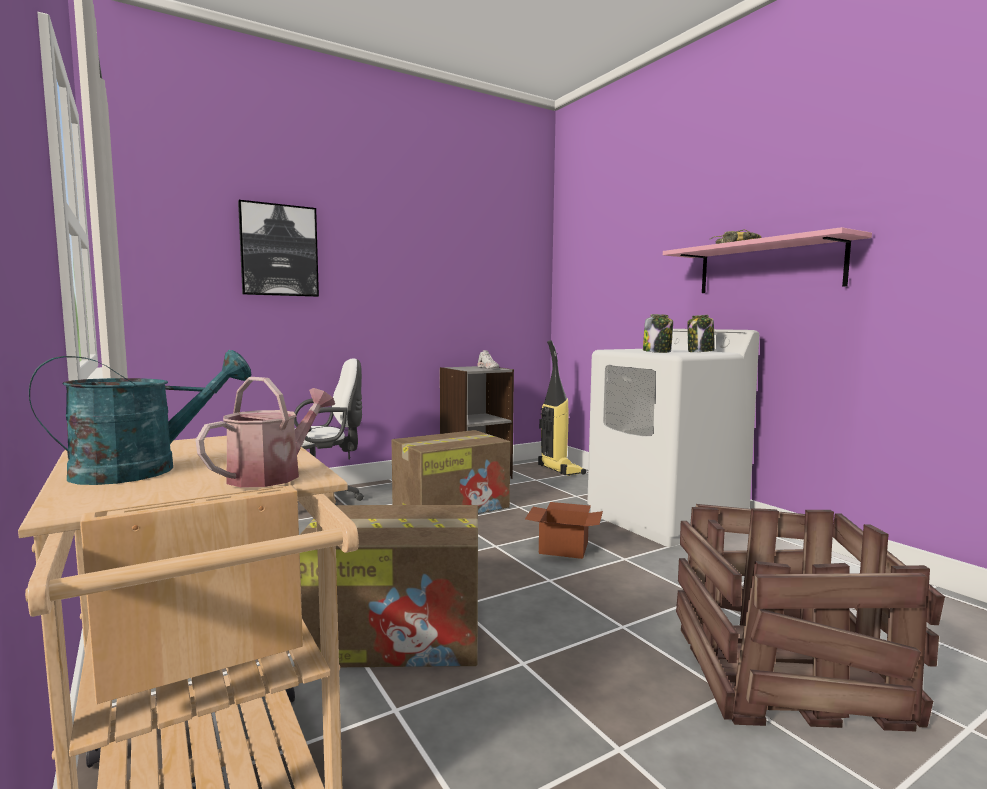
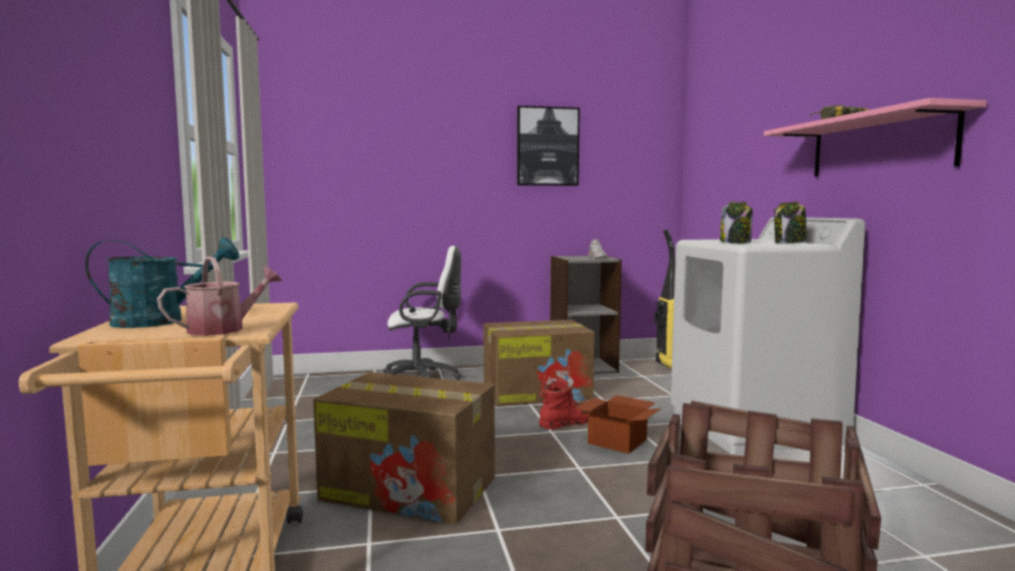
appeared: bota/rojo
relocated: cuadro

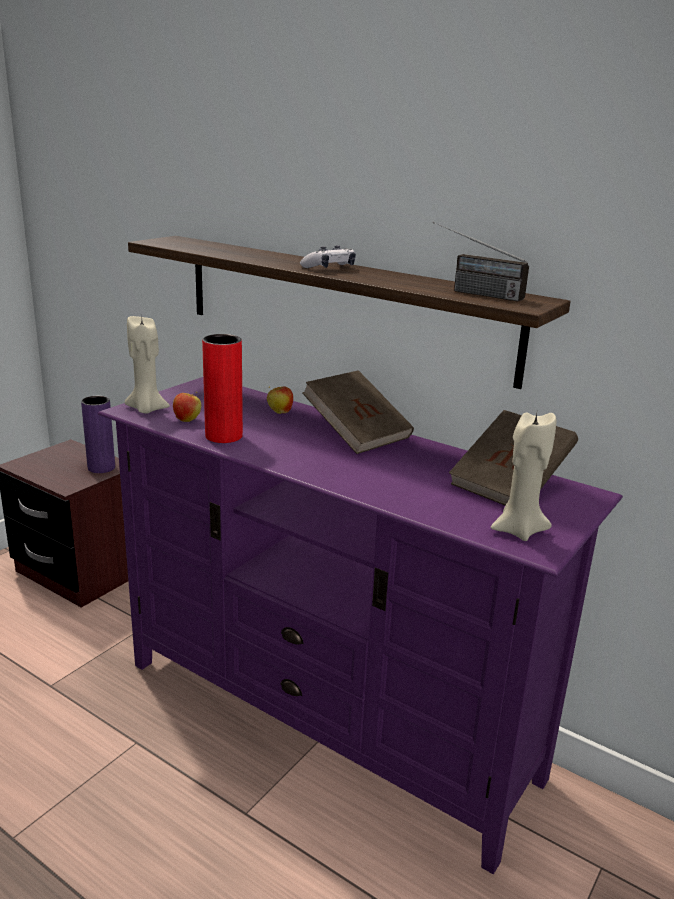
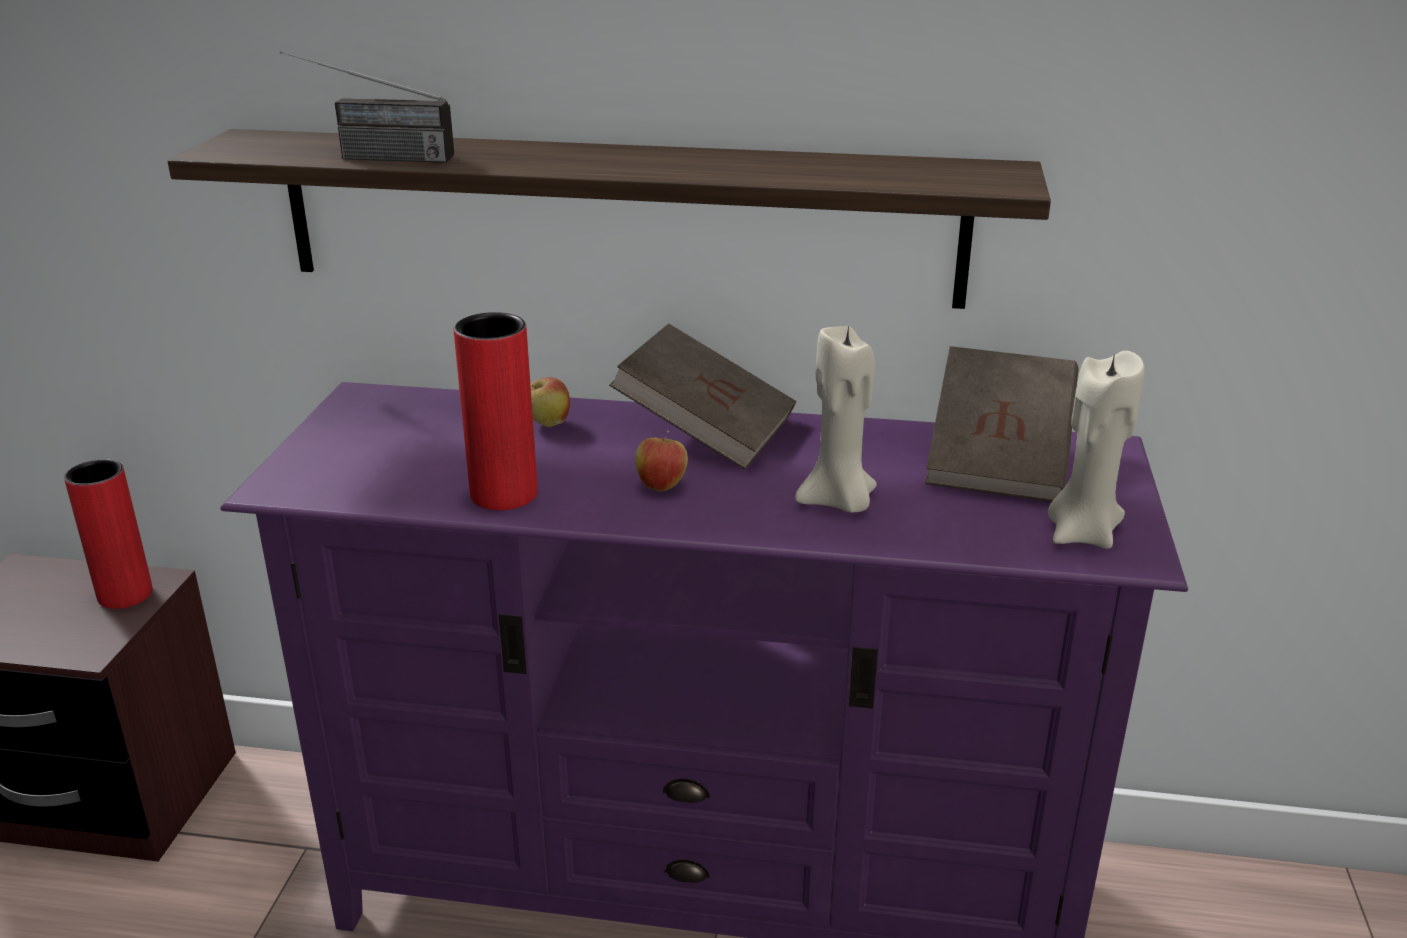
missing: mando de consola
relocated: radio; manzana (no. 1 from left in the first image) to manzana (no. 2 from left); vela/beis (no. 1 from left)
colour: florero/morado to florero/rojo (no. 1 from left)

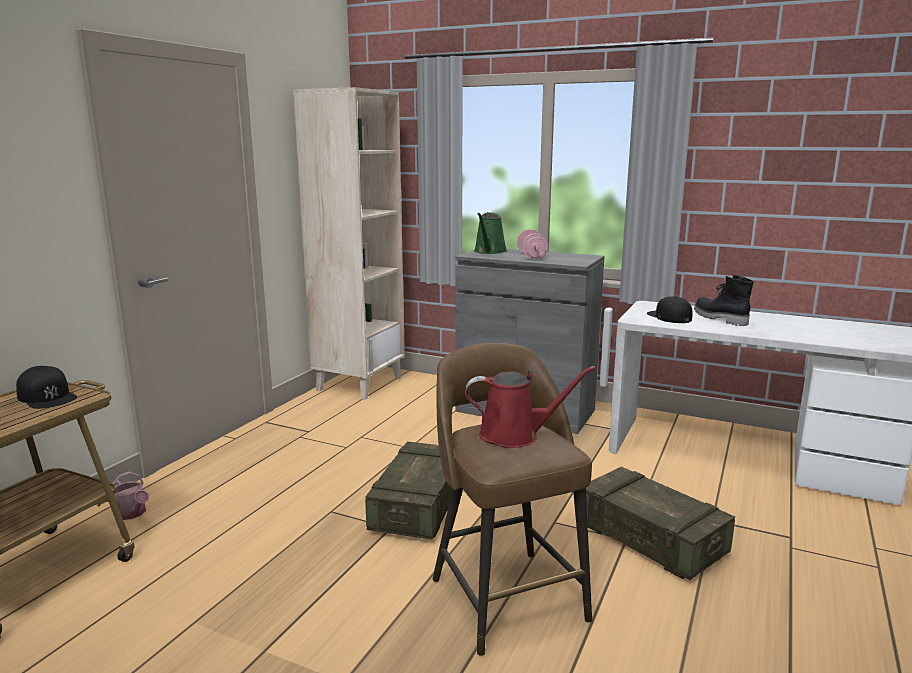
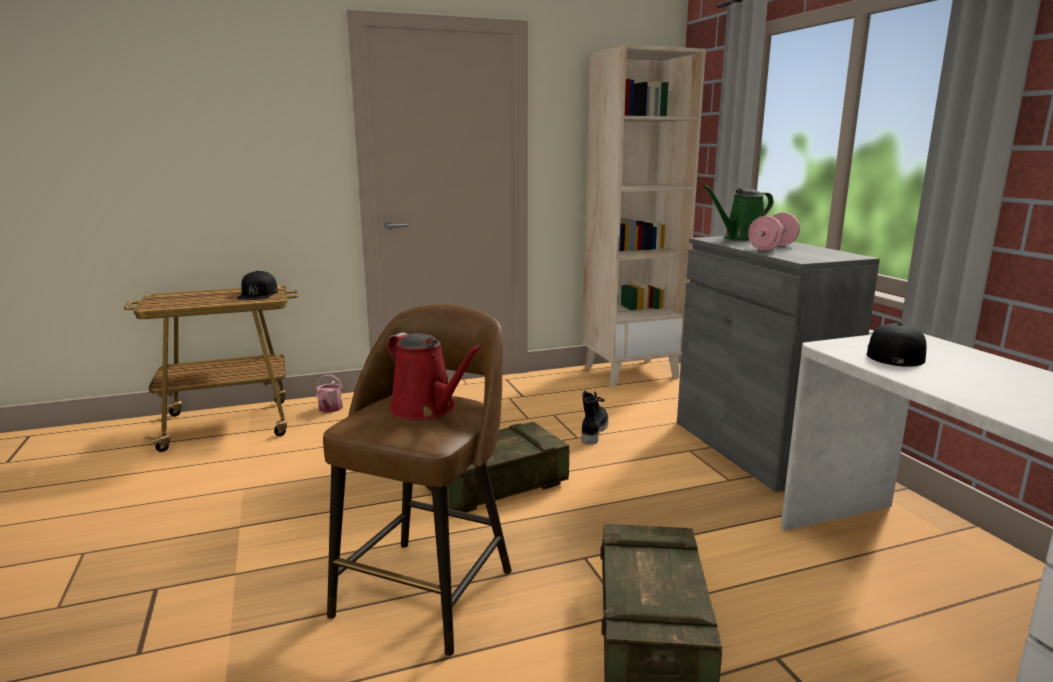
relocated: bota/negro

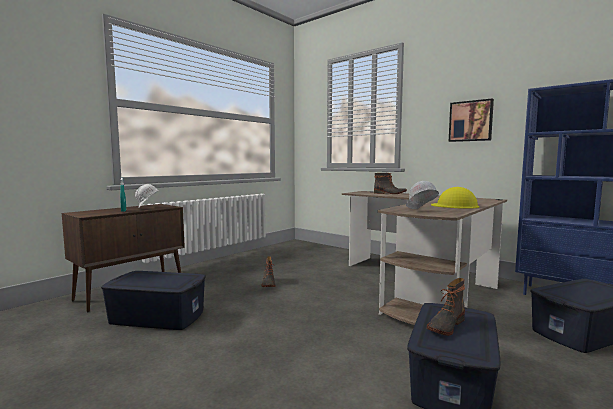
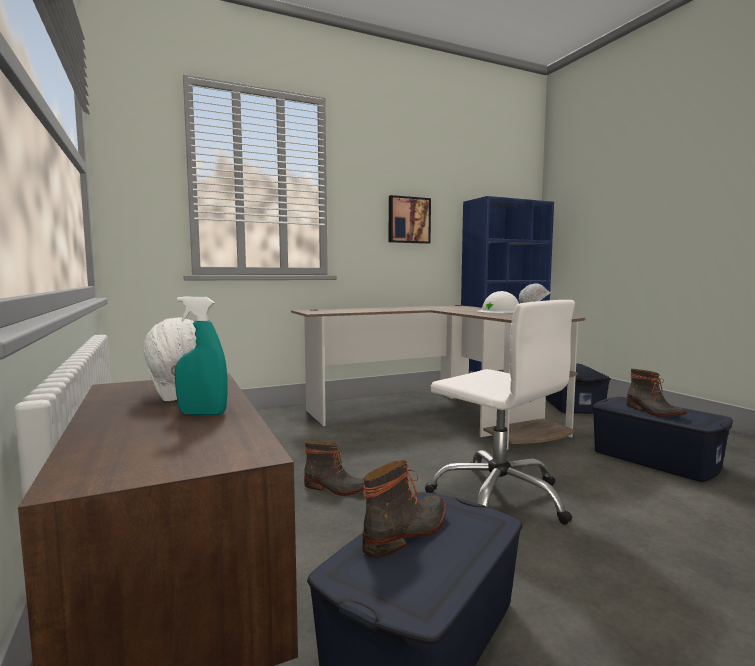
appeared: silla de oficina/blanco
relocated: bota (no. 2 from left)
colour: casco/amarillo to casco/blanco (no. 2 from left)

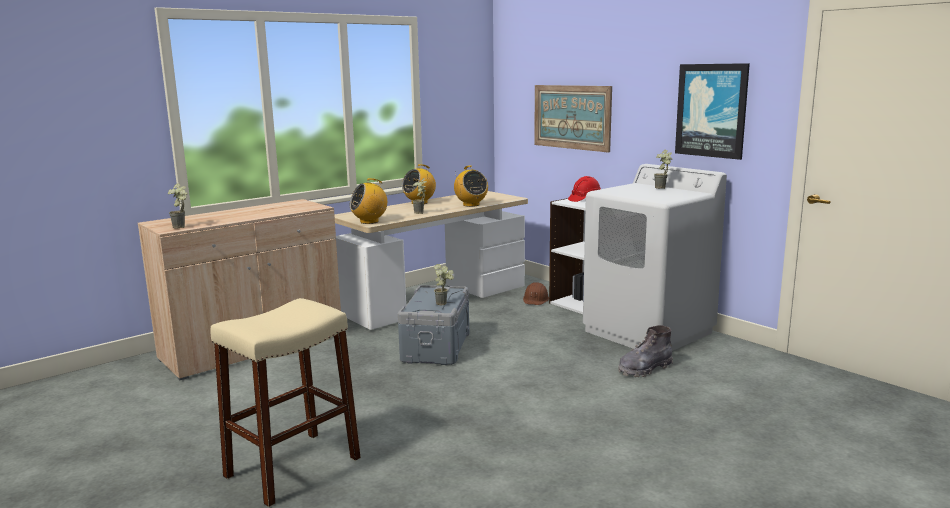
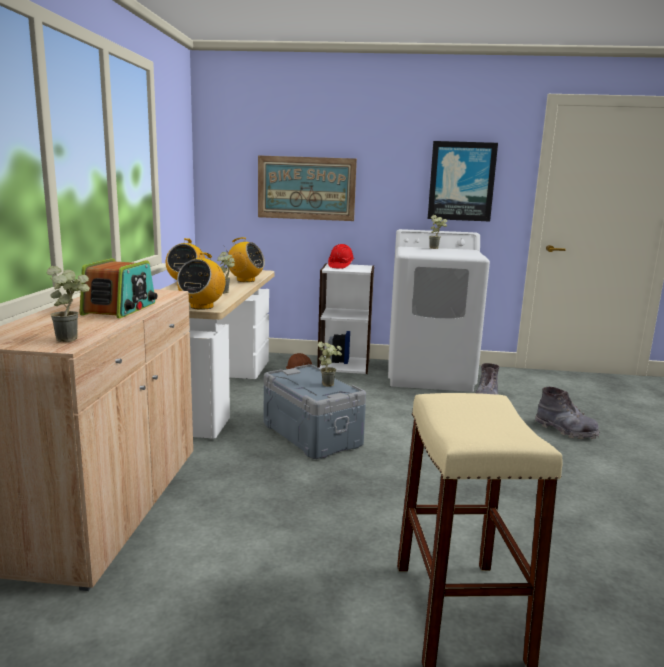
appeared: radio (no. 1 from left); bota/gris (no. 2 from left)

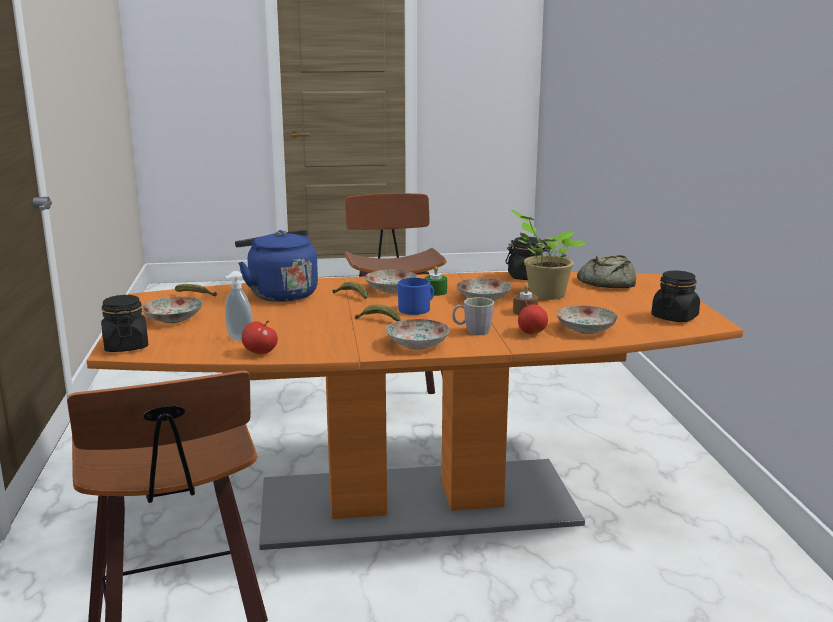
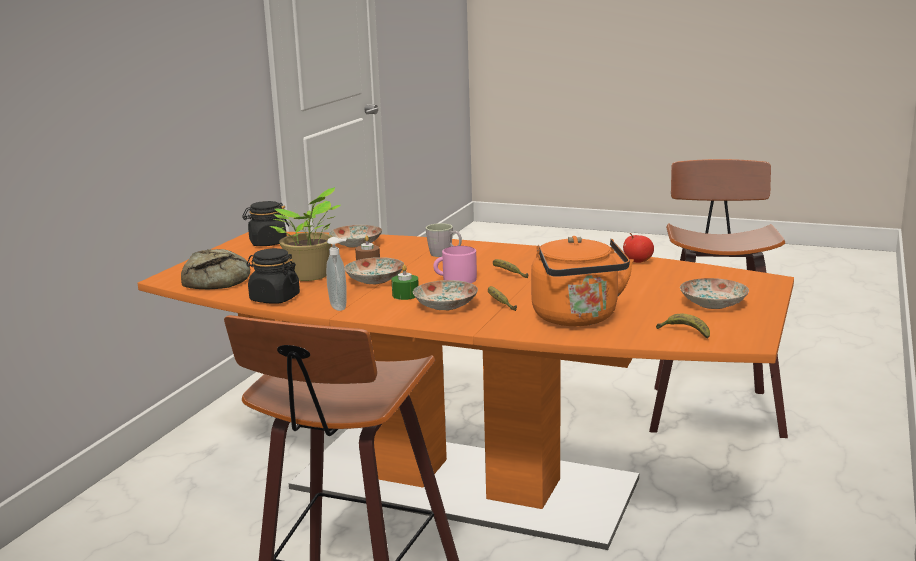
missing: tarro/negro (no. 1 from left); plato (no. 3 from left); manzana (no. 2 from left)
relocated: dispensador de jabón
colour: taza grande/azul to taza grande/rosa; hervidor/azul to hervidor/naranja

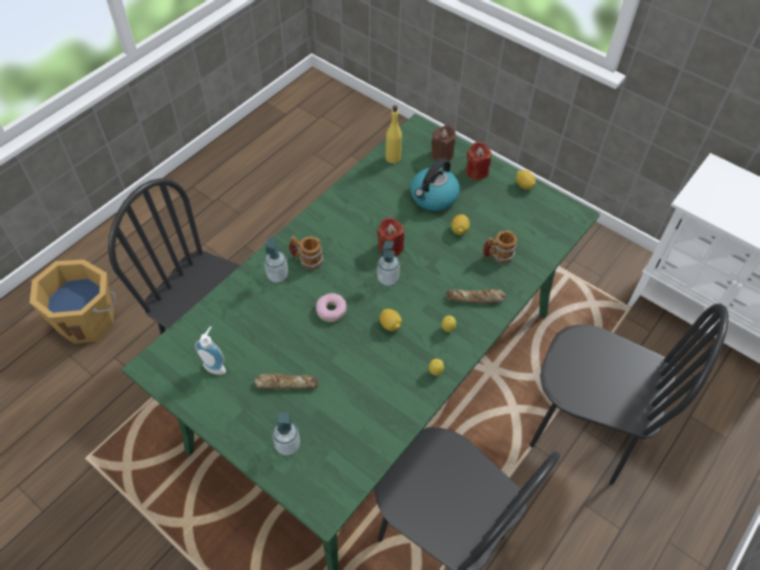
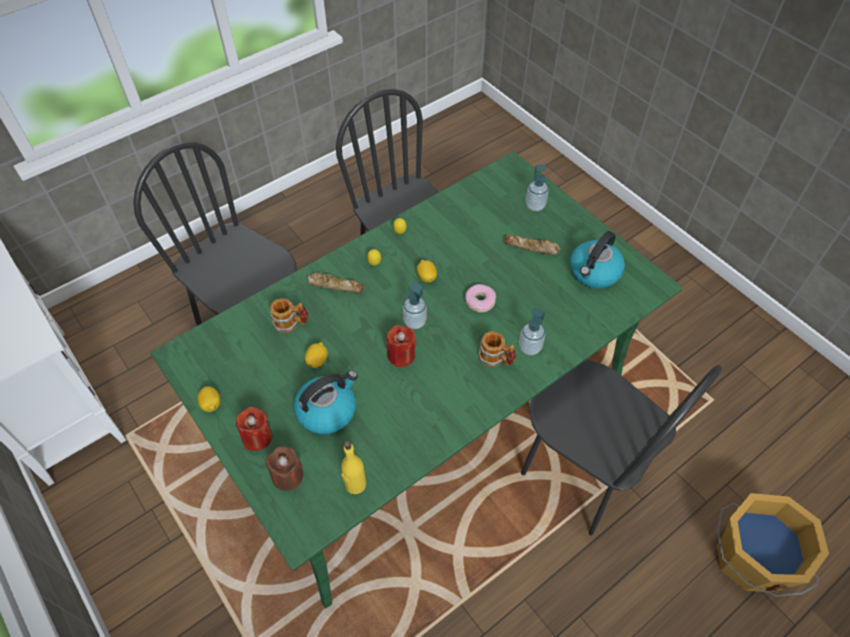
exchanged: dispensador de jabón (no. 1 from left) to hervidor (no. 2 from left)

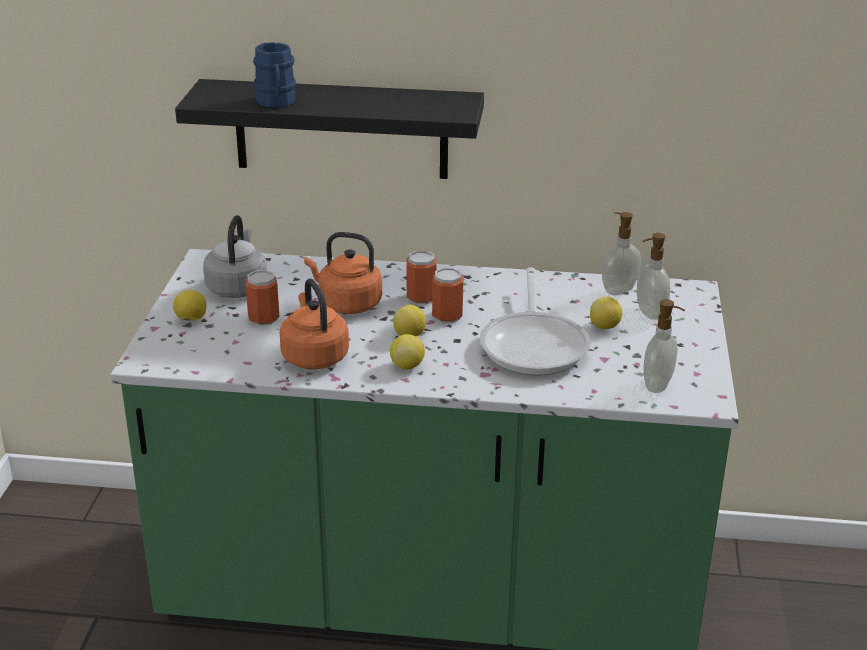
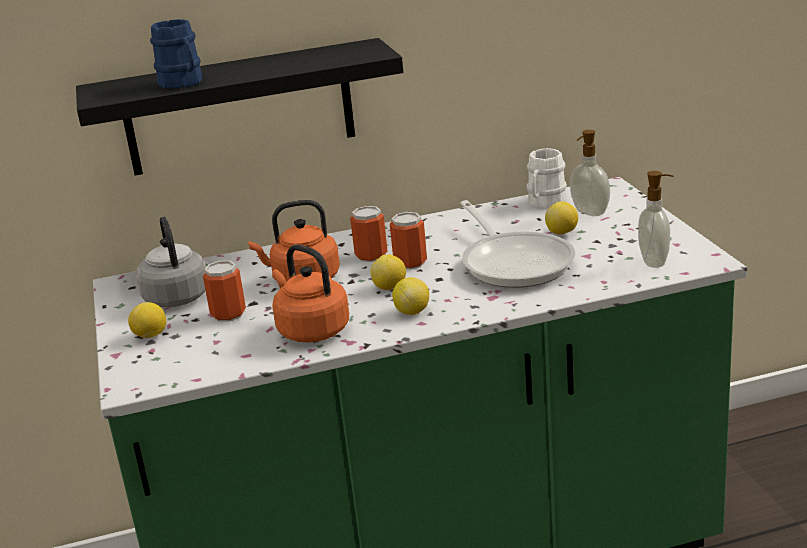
exchanged: dispensador de jabón (no. 1 from left) to taza grande/blanco

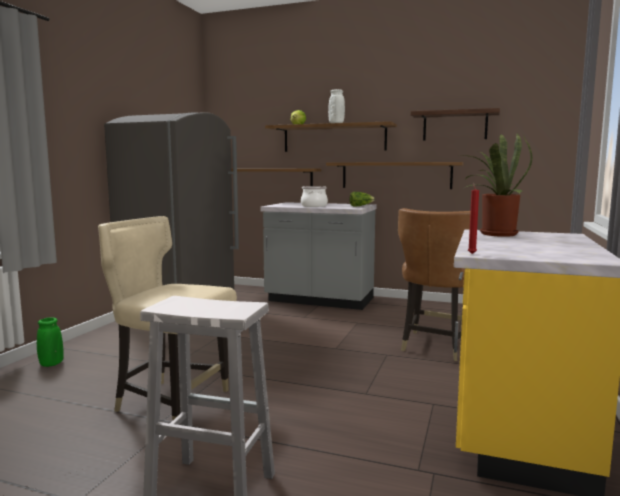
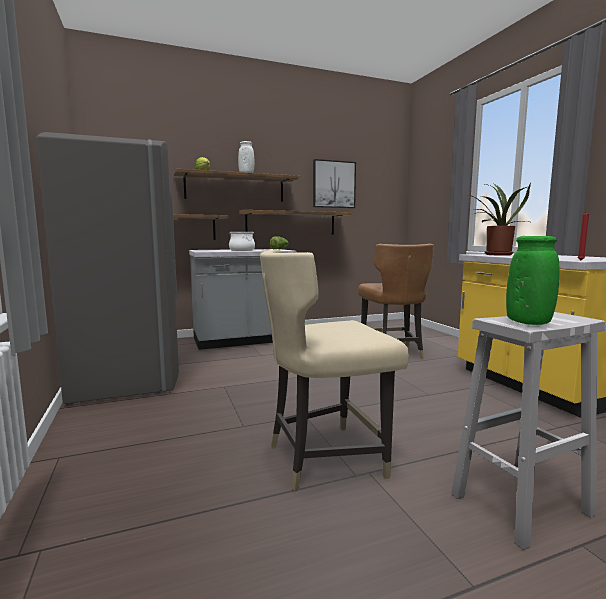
relocated: florero/verde
exchanged: estante (no. 4 from left) to cuadro

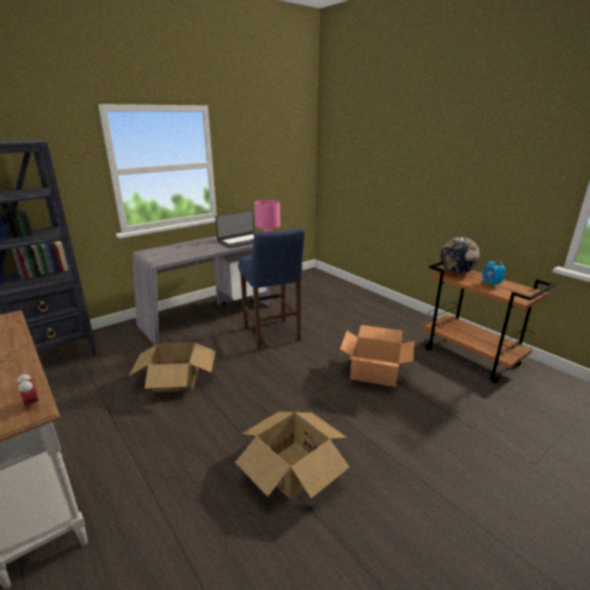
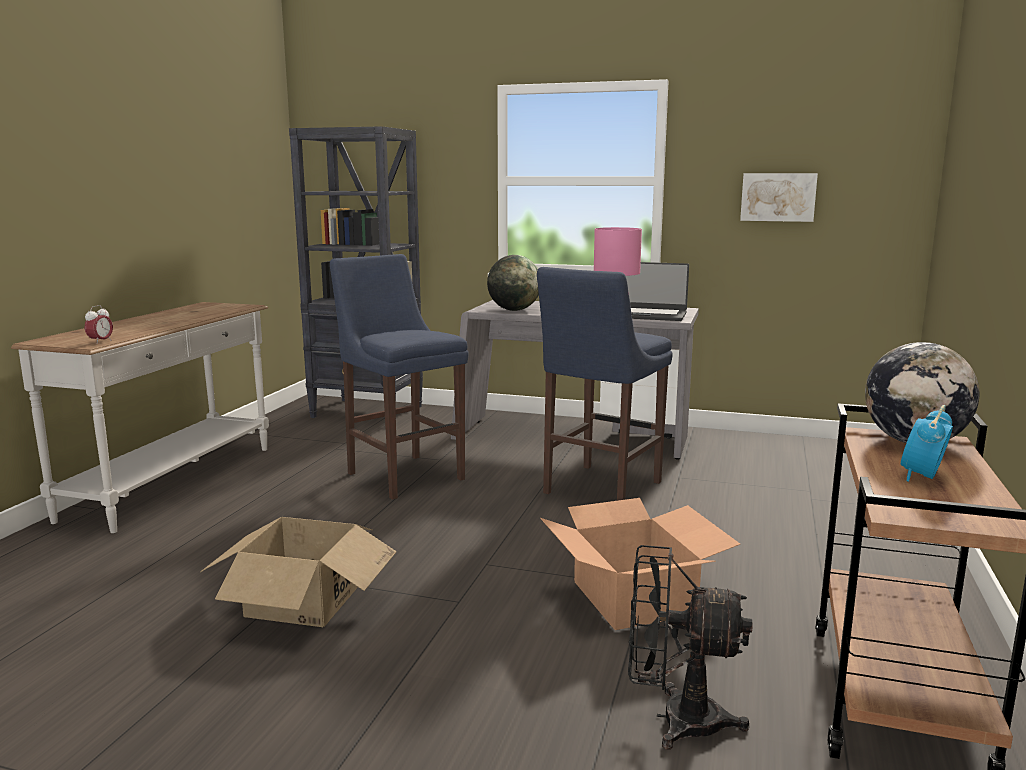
appeared: globo terráqueo (no. 1 from left); ventilador/negro; cuadro
exchanged: caja de cartón (no. 1 from left) to taburete/azul (no. 1 from left)

